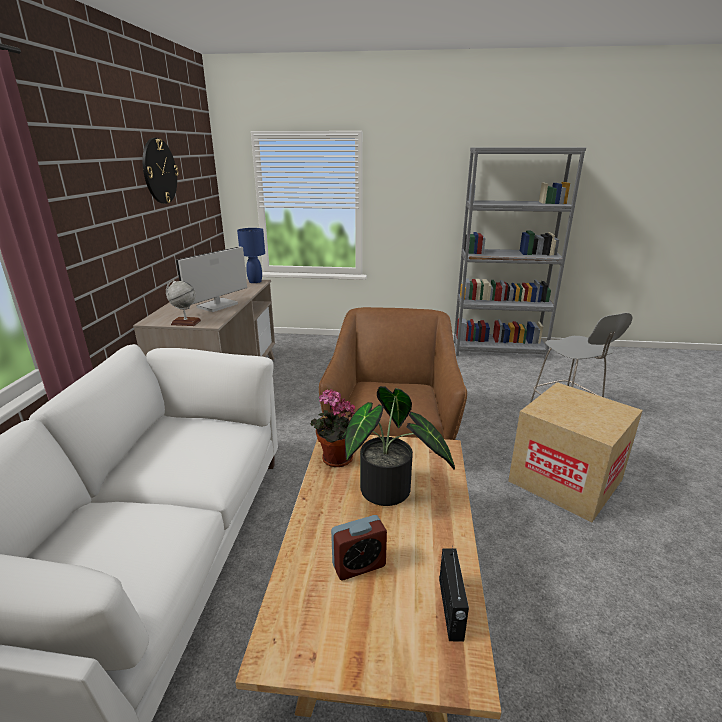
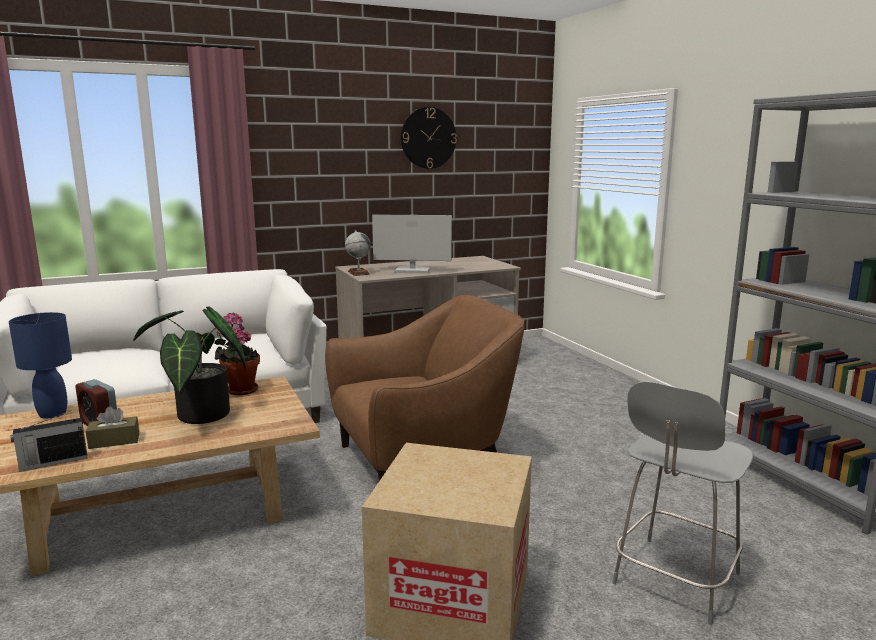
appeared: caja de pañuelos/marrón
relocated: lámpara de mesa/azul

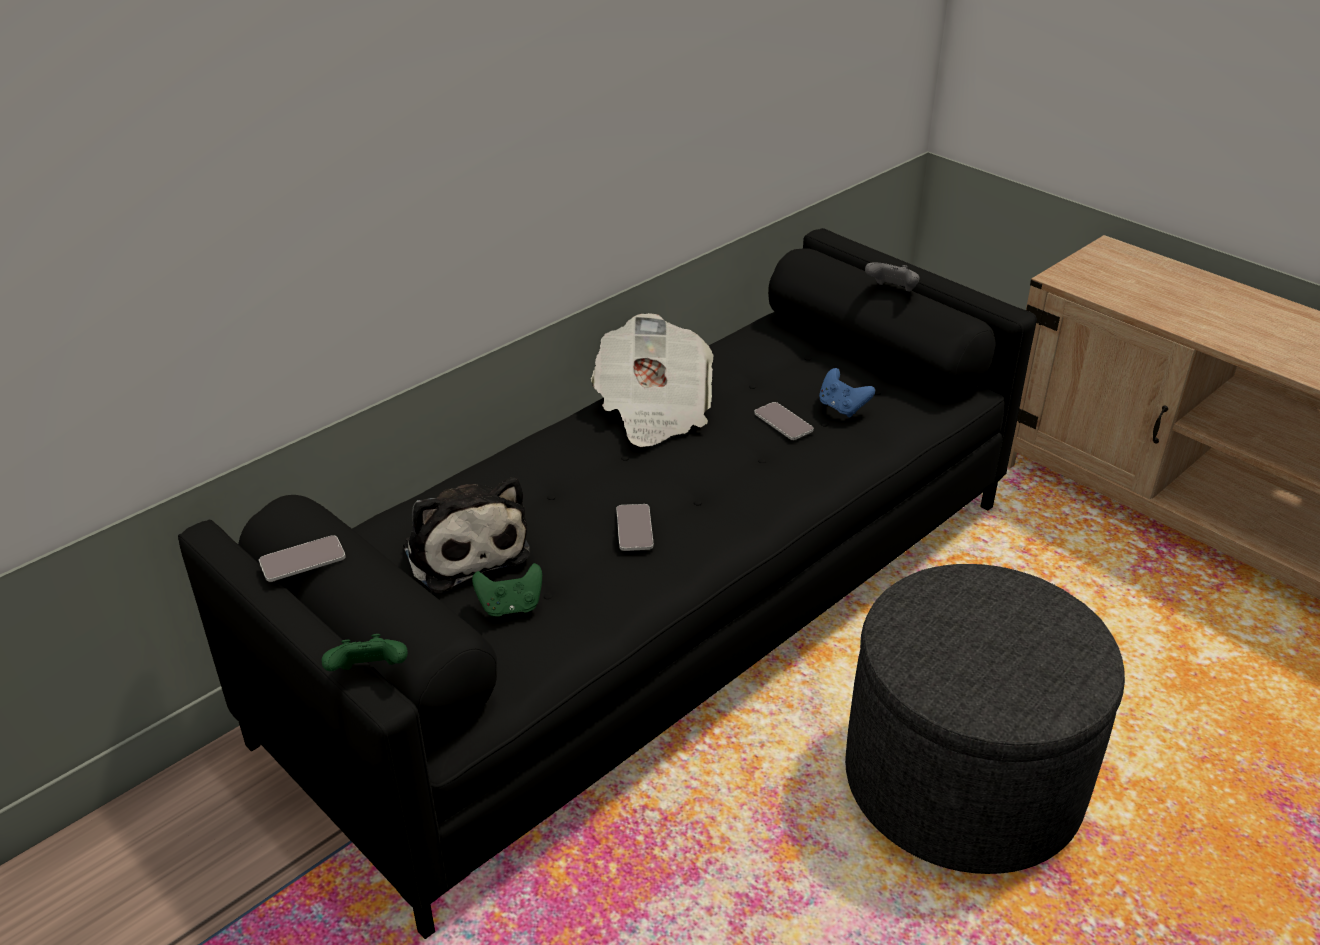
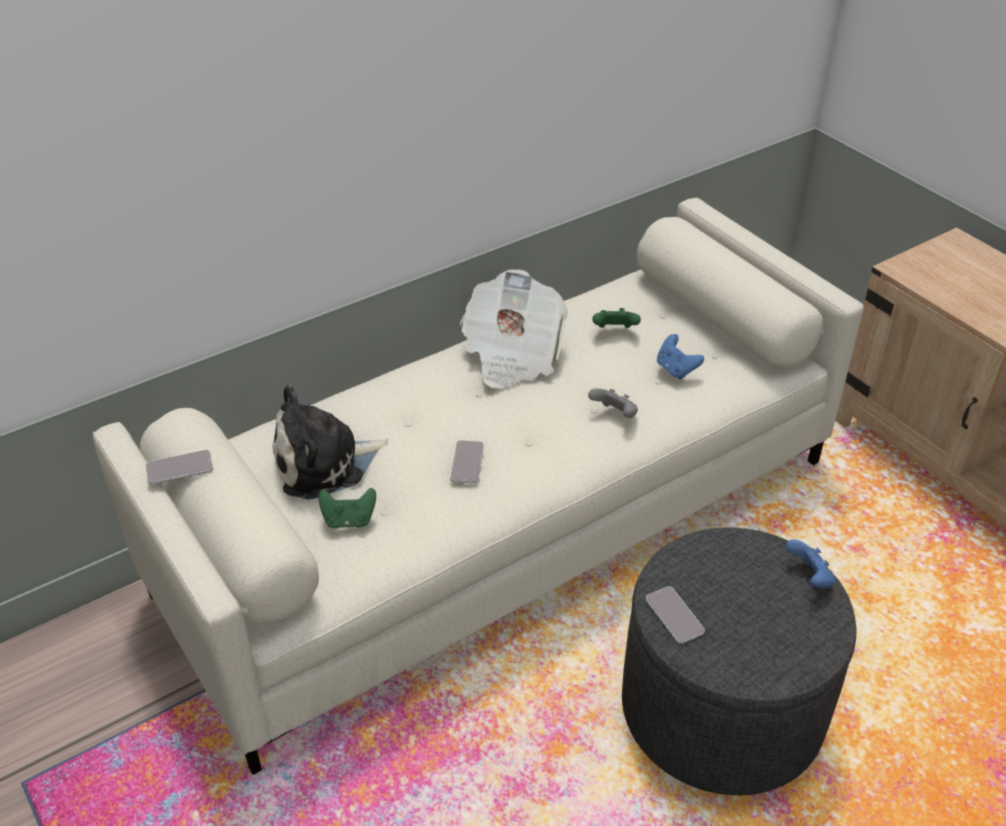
appeared: mando de consola/azul (no. 2 from left)
relocated: mando de consola/gris; mando de consola/verde (no. 1 from left in the first image) to mando de consola/verde (no. 2 from left); móvil (no. 3 from left)
colour: sofá/negro to sofá/beis
spun: peluche 90 degrees clockwise

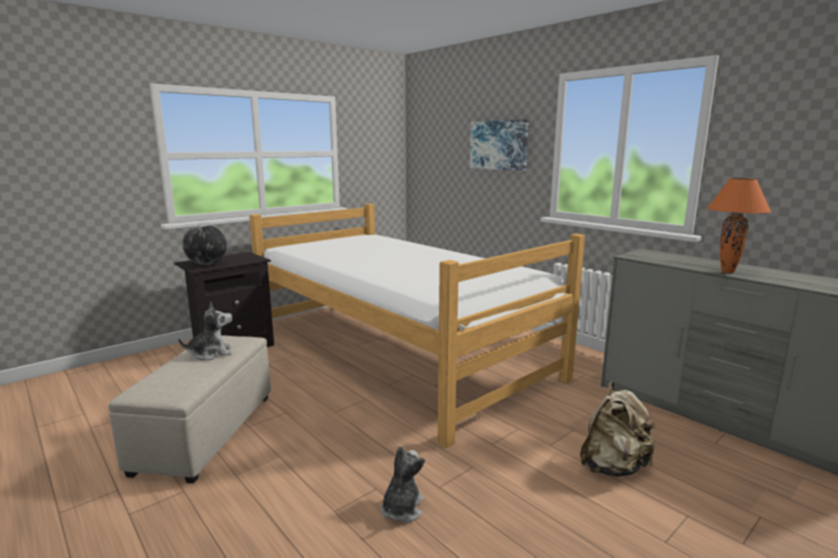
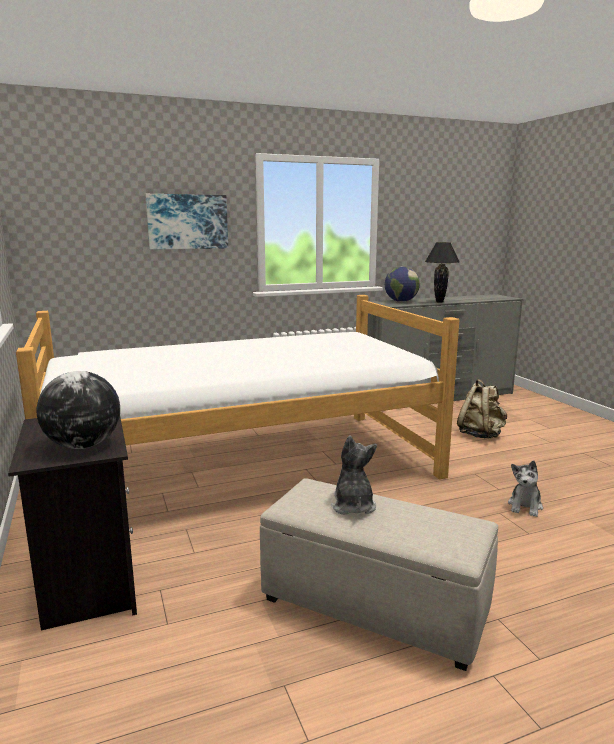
appeared: globo terráqueo (no. 2 from left)
colour: lámpara de mesa/naranja to lámpara de mesa/negro
spun: peluche (no. 2 from left) 105 degrees counterclockwise

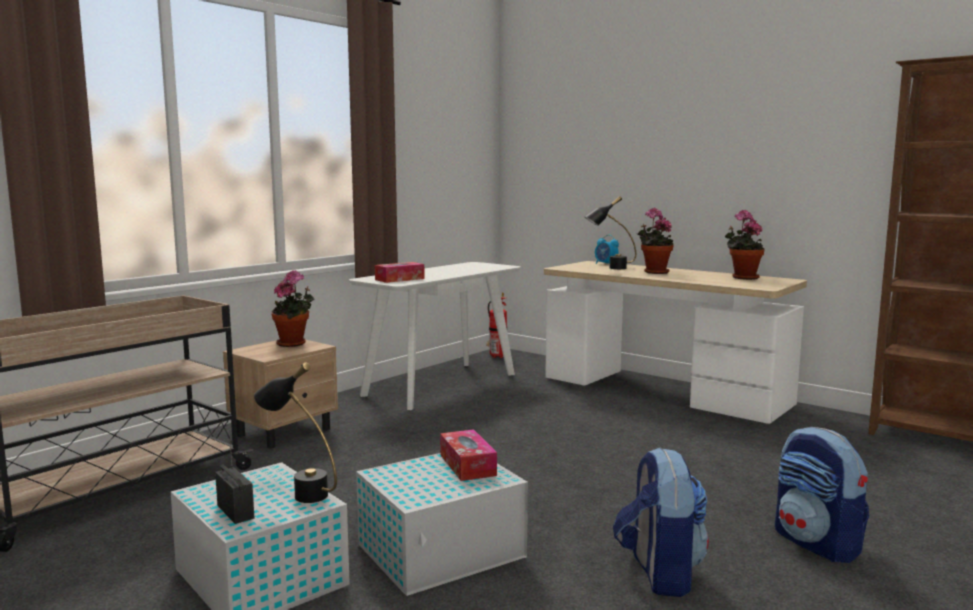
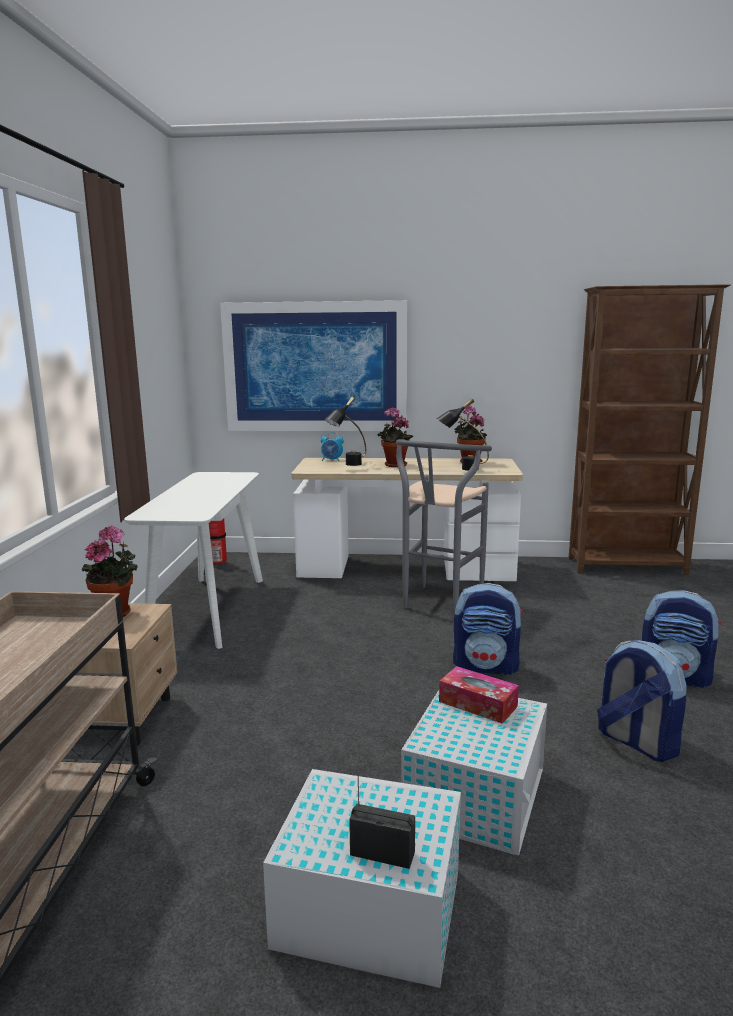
missing: caja de pañuelos (no. 1 from left)
appeared: cuadro; taburete/gris; mochila (no. 1 from left)
relocated: lámpara de mesa/negro (no. 1 from left in the first image) to lámpara de mesa/negro (no. 2 from left)

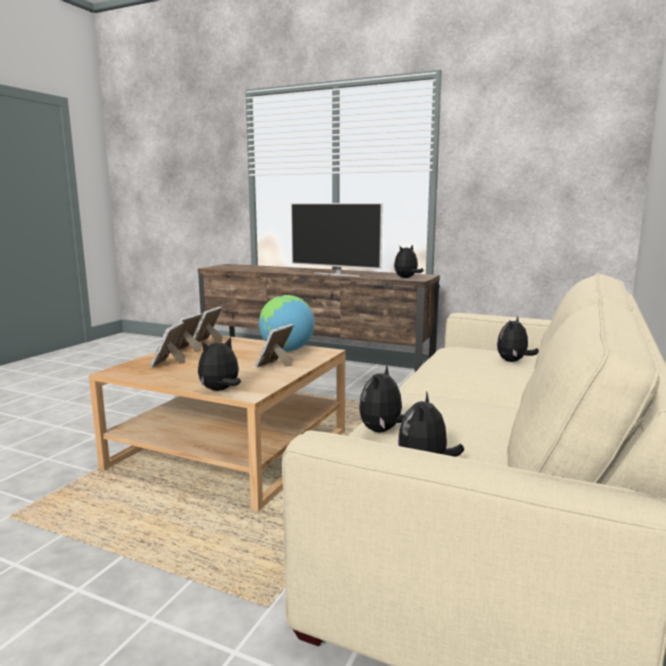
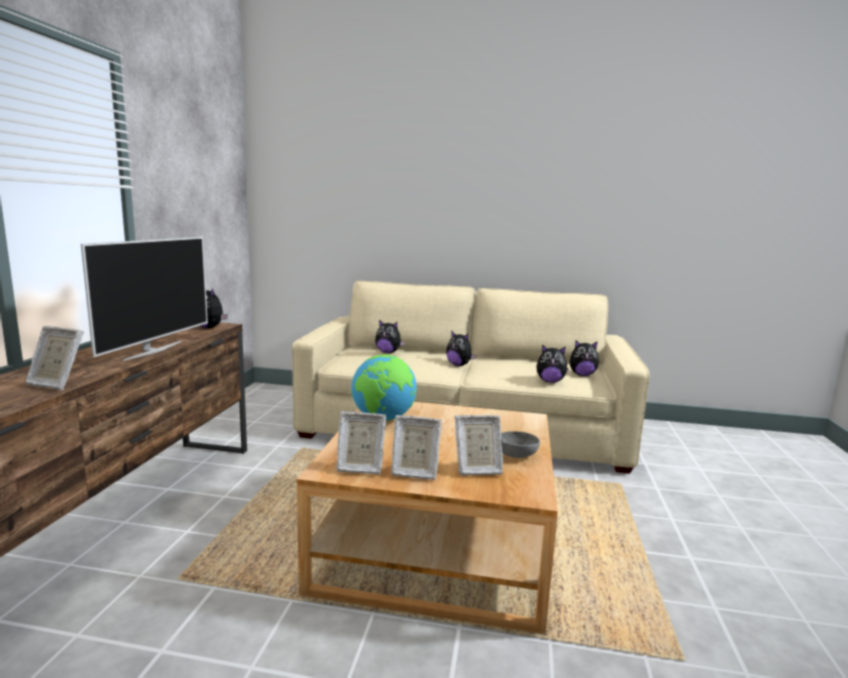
appeared: cuenco/gris
relocated: portarretratos (no. 4 from left in the first image) to portarretratos (no. 1 from left); peluche (no. 1 from left in the first image) to peluche (no. 3 from left)

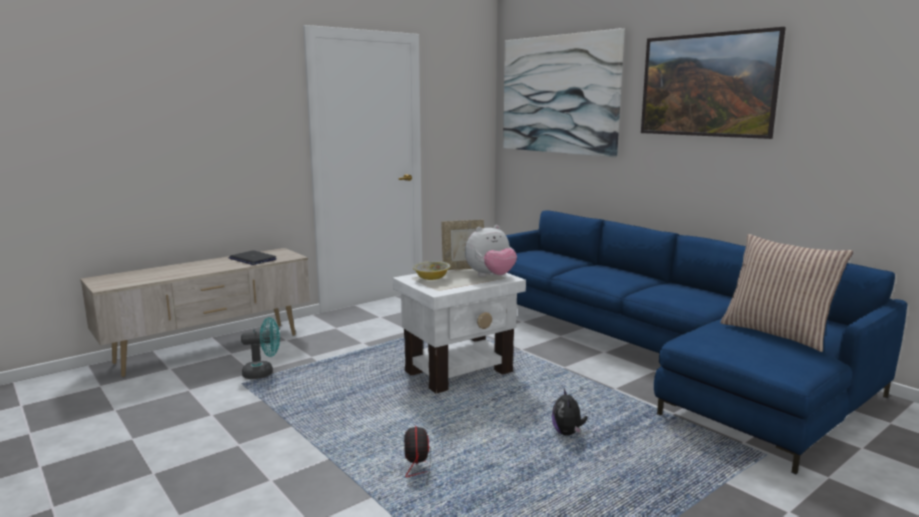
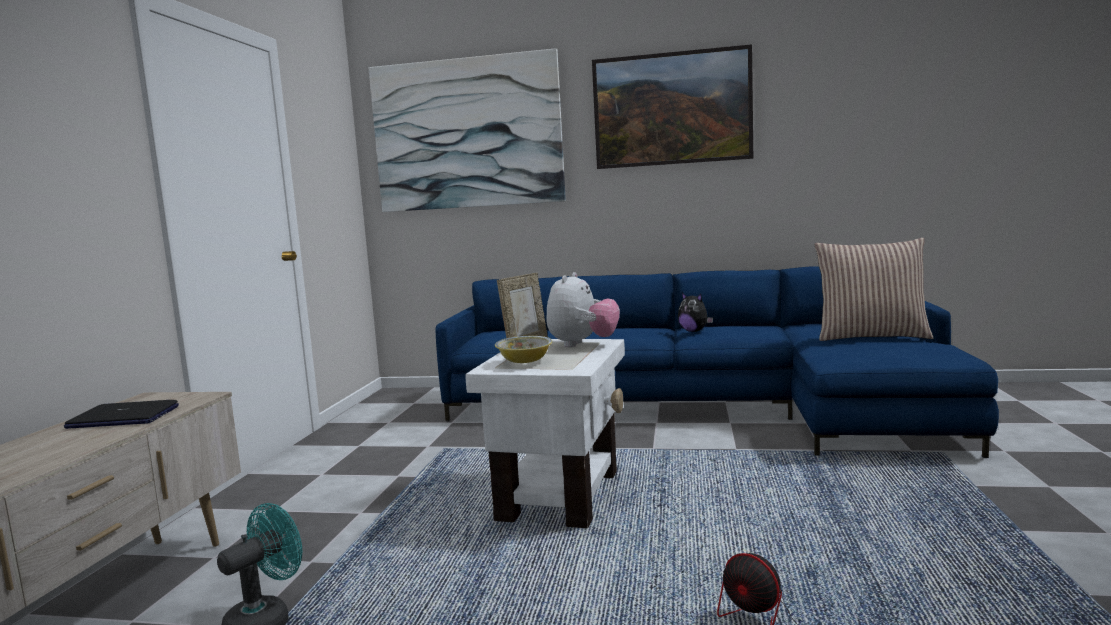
relocated: peluche (no. 2 from left)

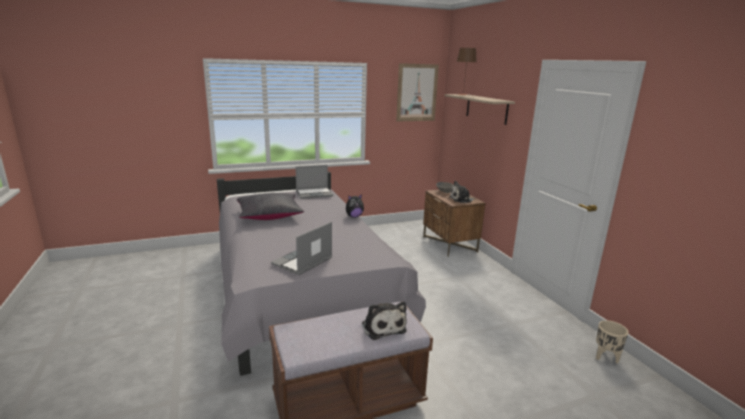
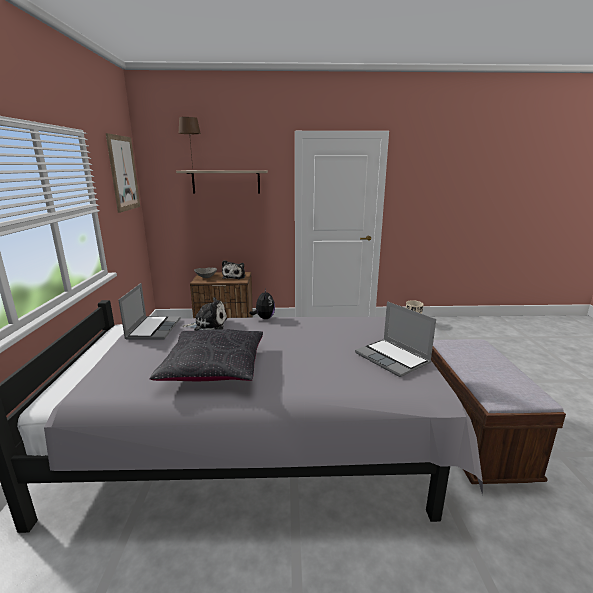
relocated: peluche (no. 2 from left in the first image) to peluche (no. 1 from left)

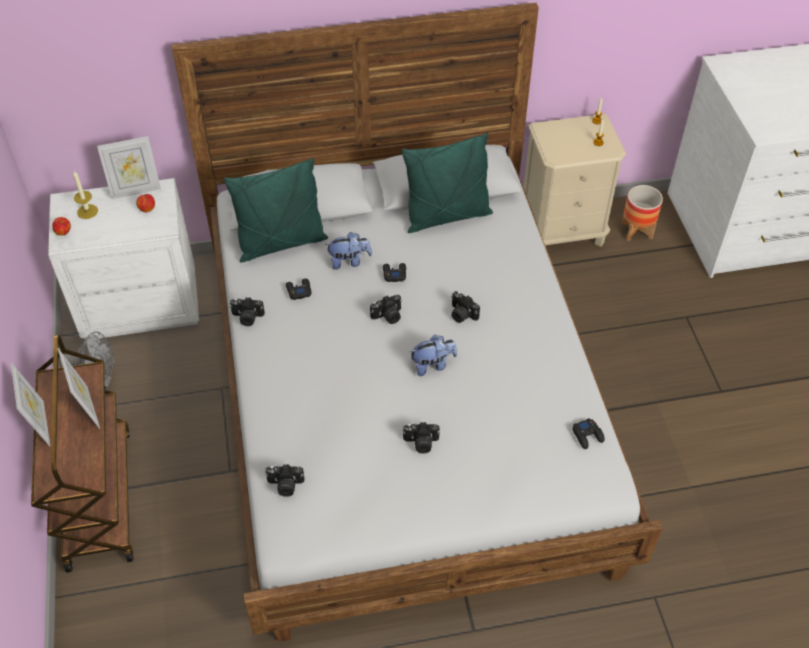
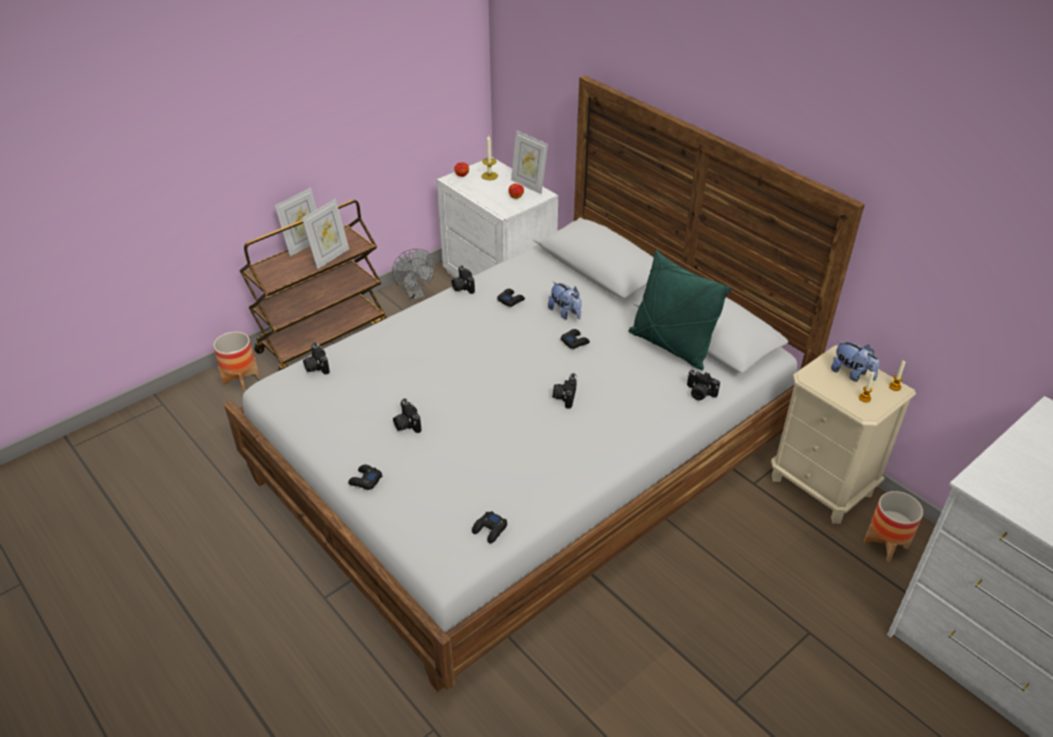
missing: cojín/verde (no. 1 from left)
appeared: maceta (no. 1 from left); mando de consola/negro (no. 1 from left)
relocated: cámara (no. 3 from left in the first image) to cámara (no. 5 from left); peluche (no. 2 from left)

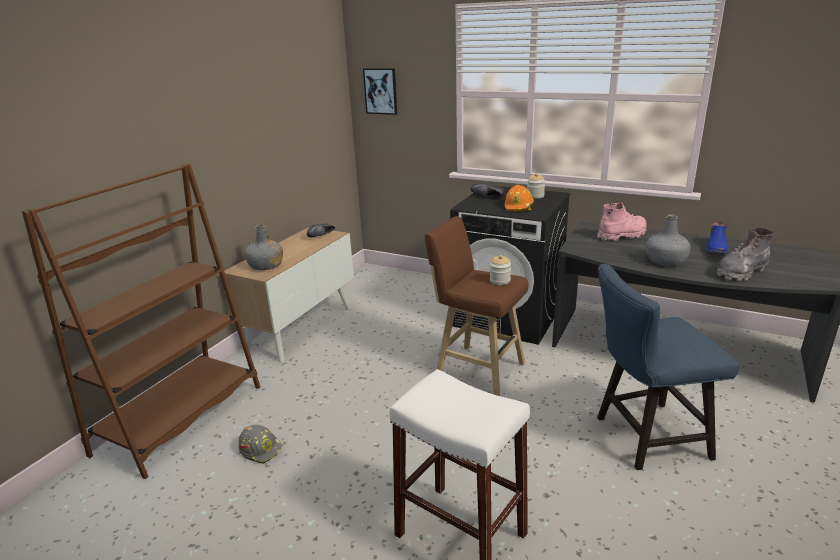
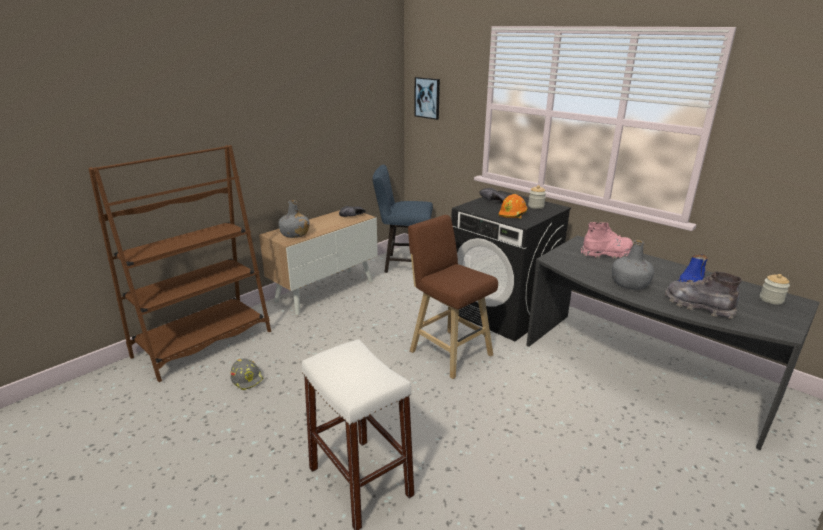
relocated: silla/azul; tarro (no. 1 from left in the first image) to tarro (no. 2 from left)
spun: bota/gris 60 degrees clockwise

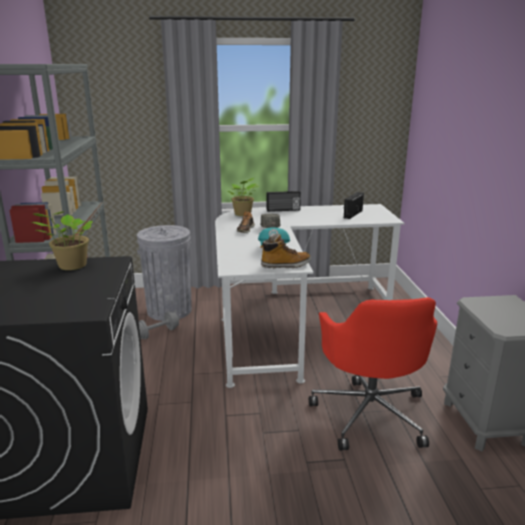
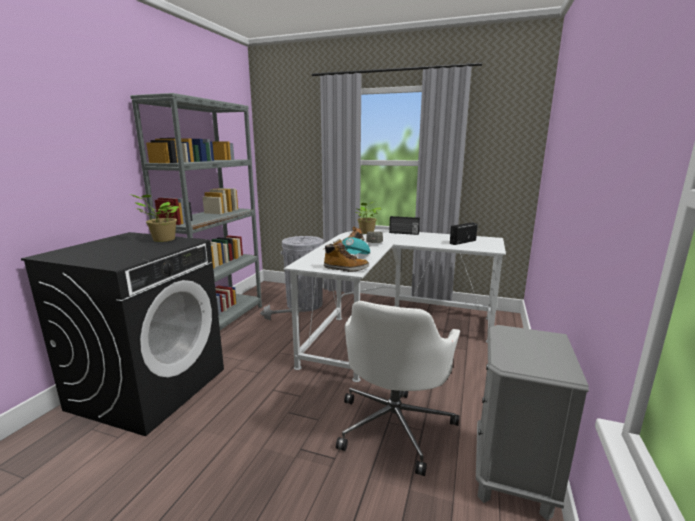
colour: silla de oficina/rojo to silla de oficina/blanco

